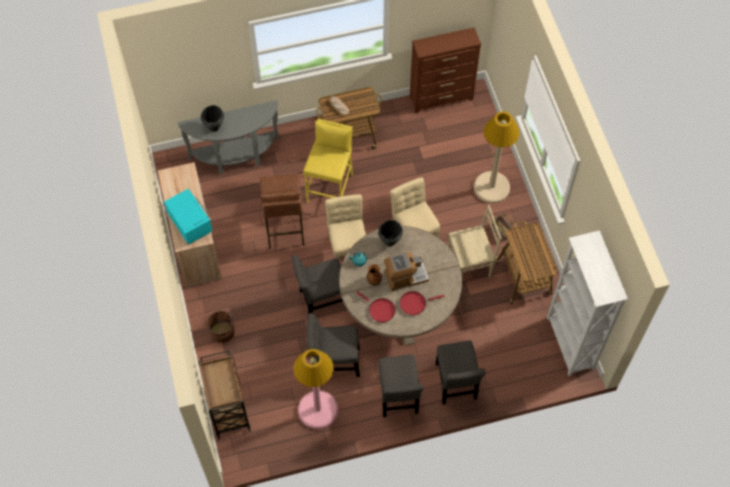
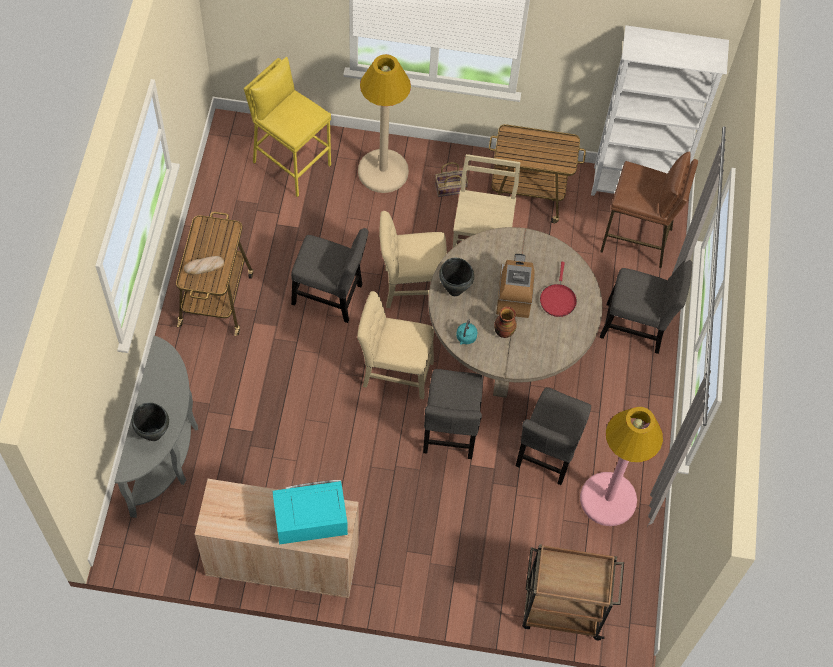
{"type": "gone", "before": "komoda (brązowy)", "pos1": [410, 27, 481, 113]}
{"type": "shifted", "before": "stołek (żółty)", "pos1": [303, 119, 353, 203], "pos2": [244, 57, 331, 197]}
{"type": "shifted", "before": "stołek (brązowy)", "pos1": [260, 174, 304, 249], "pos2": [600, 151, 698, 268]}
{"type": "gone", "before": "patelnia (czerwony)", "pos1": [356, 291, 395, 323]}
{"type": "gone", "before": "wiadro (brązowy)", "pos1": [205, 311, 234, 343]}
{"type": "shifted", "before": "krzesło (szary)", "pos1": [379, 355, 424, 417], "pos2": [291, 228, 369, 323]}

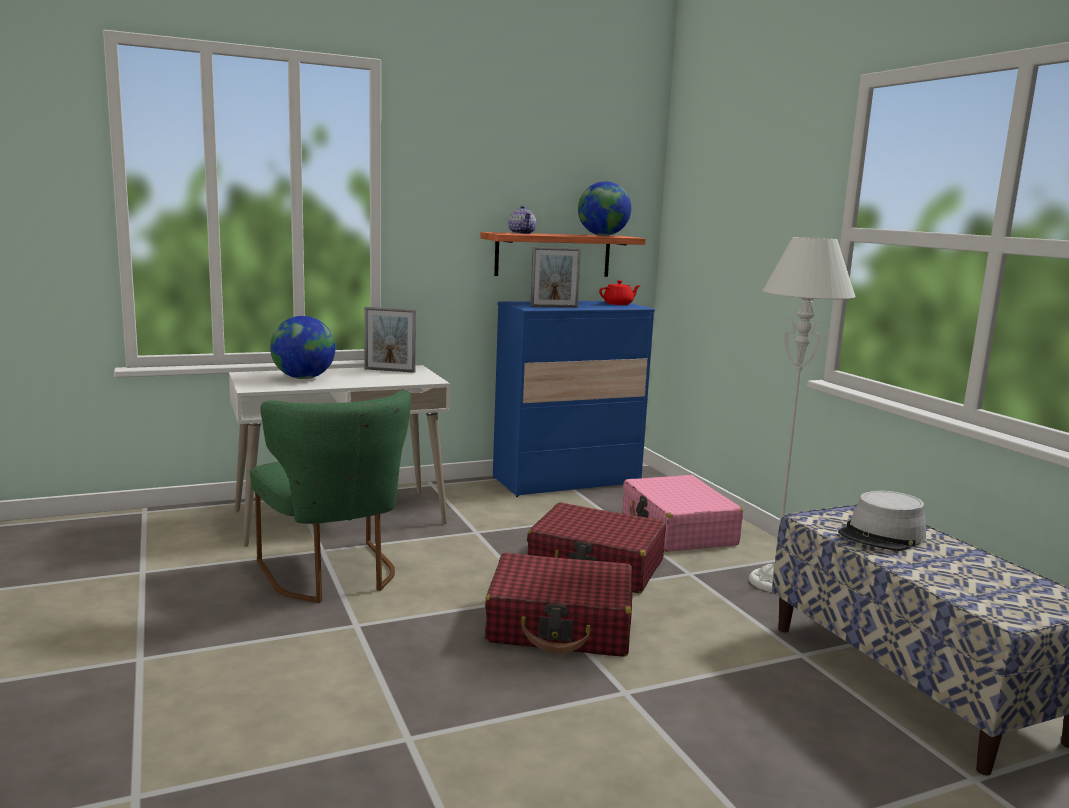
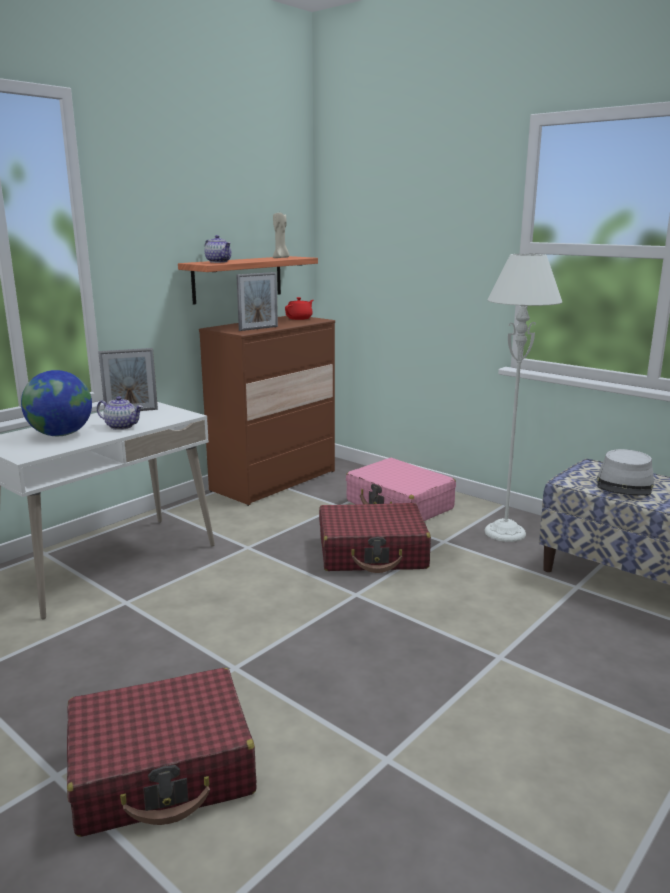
{"type": "swapped", "before": "globus", "after": "świeca (beżowy)", "pos1": [578, 181, 631, 236], "pos2": [273, 212, 289, 258]}
{"type": "repainted", "before": "komoda (niebieski)", "after": "komoda (brązowy)", "pos1": [493, 301, 655, 497], "pos2": [199, 316, 335, 506]}
{"type": "gone", "before": "krzesło (zielony)", "pos1": [250, 390, 411, 603]}
{"type": "shifted", "before": "walizka (czerwony)", "pos1": [485, 553, 632, 657], "pos2": [67, 668, 256, 837]}
{"type": "new", "after": "imbryk", "pos2": [97, 396, 143, 430]}

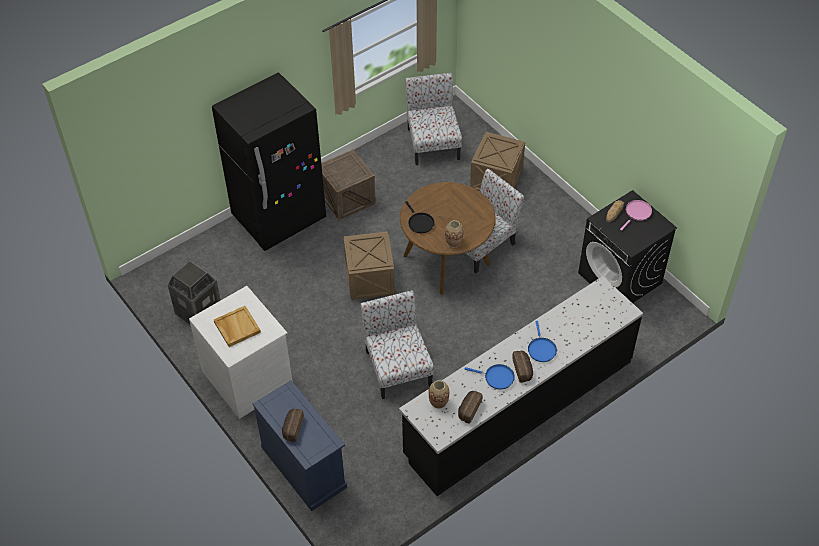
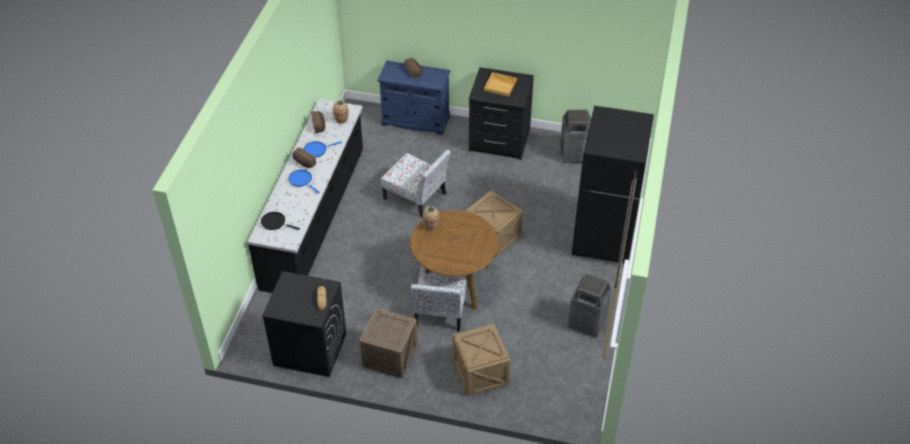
{"type": "gone", "before": "krzesło", "pos1": [405, 73, 462, 165]}
{"type": "shifted", "before": "skrzynka", "pos1": [321, 149, 376, 221], "pos2": [359, 308, 418, 378]}
{"type": "gone", "before": "patelnia (różowy)", "pos1": [620, 200, 652, 231]}
{"type": "shifted", "before": "patelnia (czarny)", "pos1": [405, 201, 435, 233], "pos2": [261, 212, 300, 230]}
{"type": "repainted", "before": "komoda (biały)", "after": "komoda (czarny)", "pos1": [189, 286, 293, 419], "pos2": [468, 67, 534, 160]}
{"type": "new", "after": "kosz na śmieci", "pos2": [568, 273, 612, 338]}

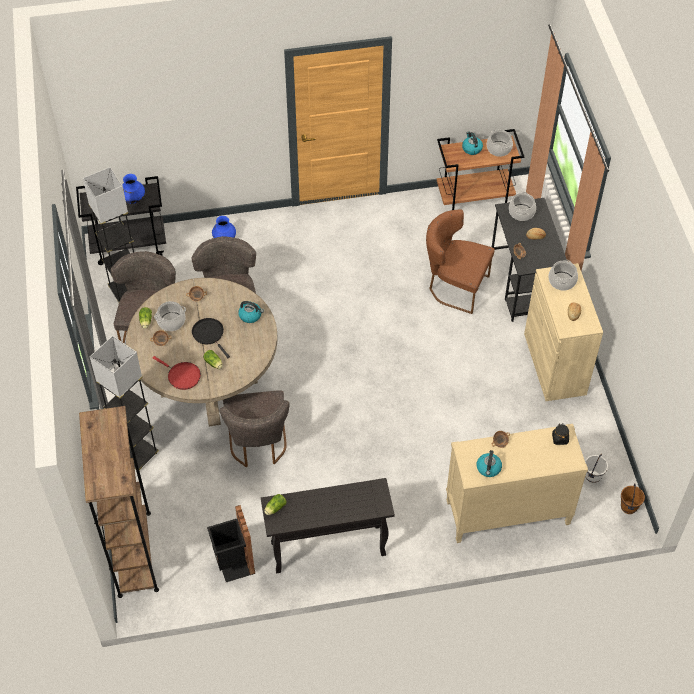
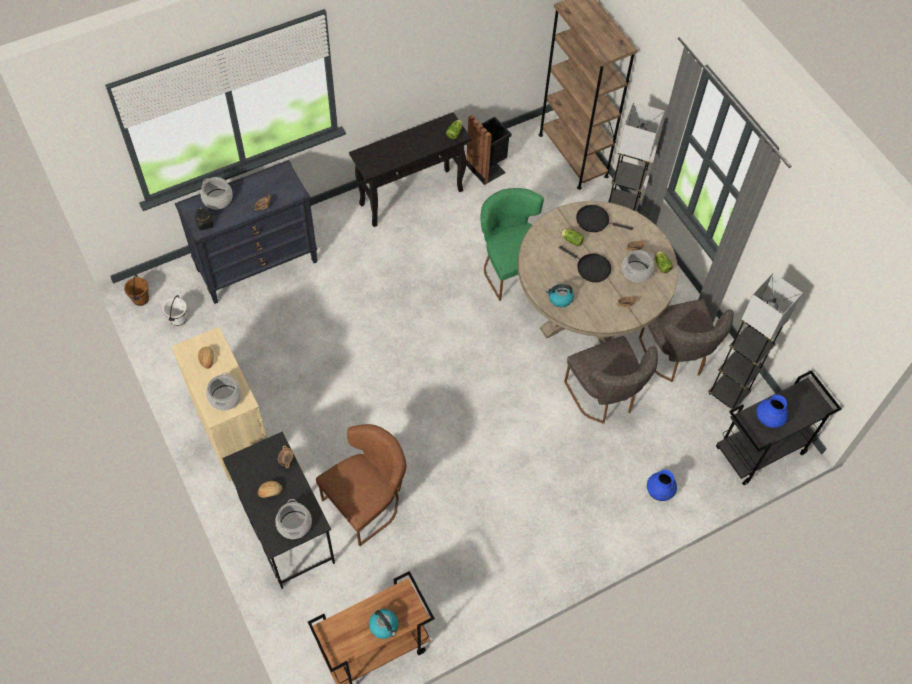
{"type": "shifted", "before": "garnek", "pos1": [487, 130, 513, 157], "pos2": [201, 177, 233, 209]}
{"type": "rotated", "before": "krzesło (brązowy)", "pos1": [426, 209, 495, 314], "pos2": [316, 424, 406, 546], "turn": -45}
{"type": "repainted", "before": "patelnia (czerwony)", "after": "patelnia (czarny)", "pos1": [152, 356, 201, 390], "pos2": [576, 205, 633, 232]}
{"type": "repainted", "before": "krzesło (szary)", "after": "krzesło (zielony)", "pos1": [219, 391, 290, 467], "pos2": [481, 188, 544, 301]}
{"type": "repainted", "before": "komoda (beżowy)", "after": "komoda (czarny)", "pos1": [446, 424, 588, 543], "pos2": [175, 160, 317, 304]}
{"type": "gone", "before": "czajnik", "pos1": [477, 450, 502, 477]}

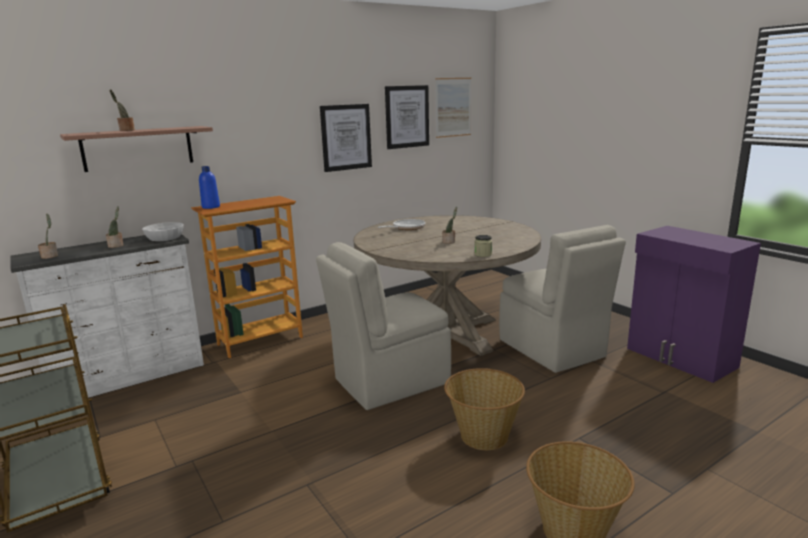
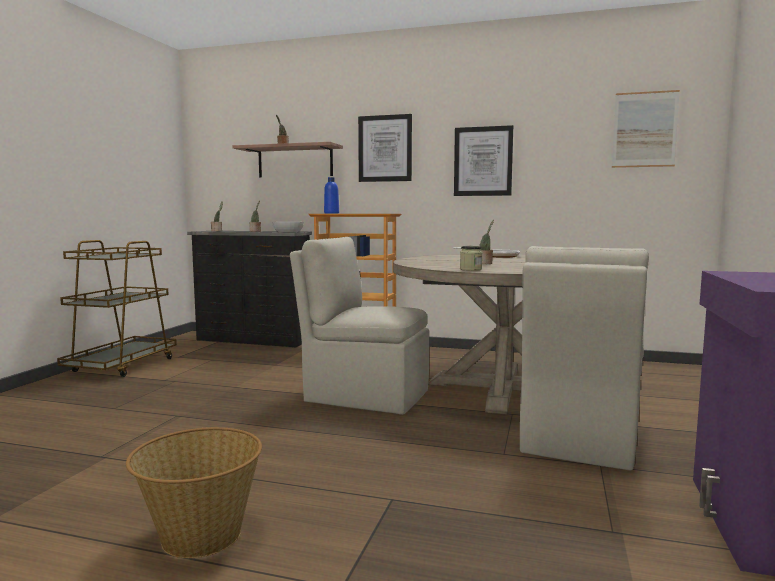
{"type": "shifted", "before": "obraz", "pos1": [385, 85, 429, 149], "pos2": [358, 114, 412, 182]}
{"type": "repainted", "before": "komoda (biały)", "after": "komoda (czarny)", "pos1": [10, 234, 204, 398], "pos2": [187, 231, 312, 347]}
{"type": "gone", "before": "koszyk", "pos1": [444, 368, 525, 450]}

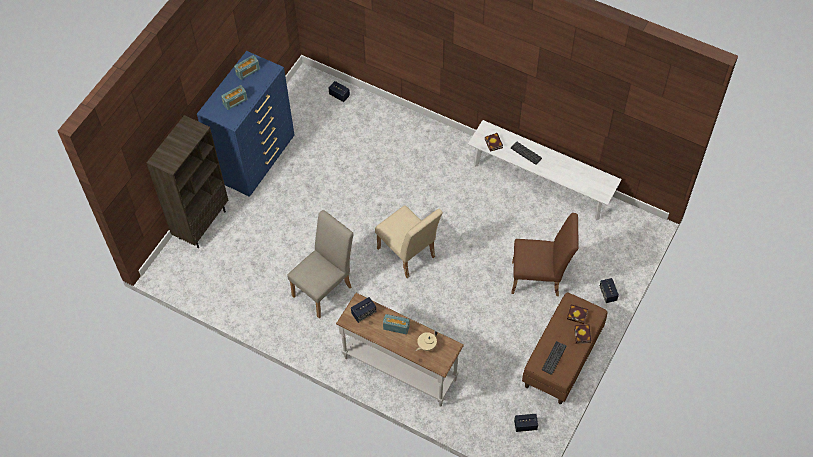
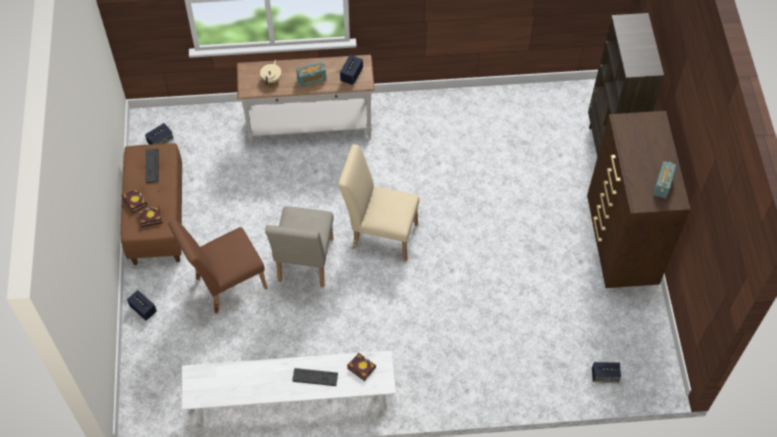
{"type": "repainted", "before": "komoda (niebieski)", "after": "komoda (brązowy)", "pos1": [197, 51, 294, 197], "pos2": [587, 111, 691, 288]}
{"type": "gone", "before": "radio", "pos1": [221, 85, 247, 110]}
{"type": "shifted", "before": "krzesło (beżowy)", "pos1": [287, 210, 353, 318], "pos2": [265, 206, 334, 287]}

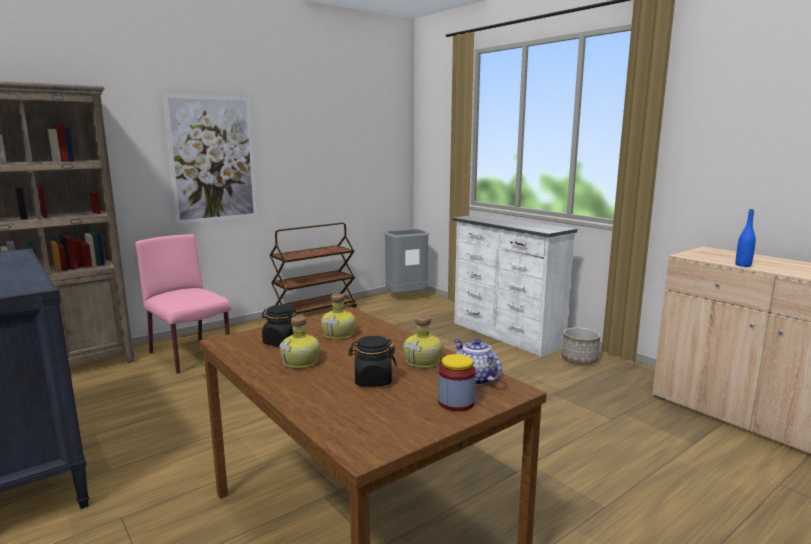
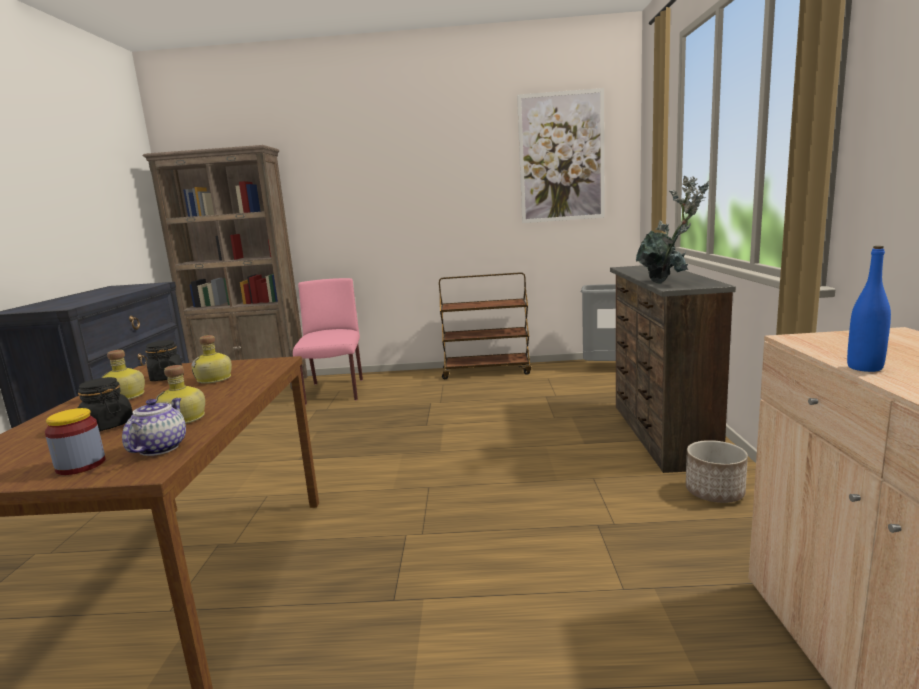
{"type": "shifted", "before": "obraz", "pos1": [163, 94, 257, 224], "pos2": [517, 88, 605, 223]}
{"type": "repainted", "before": "komoda (biały)", "after": "komoda (brązowy)", "pos1": [452, 214, 577, 356], "pos2": [610, 265, 736, 473]}
{"type": "new", "after": "roślina doniczkowa", "pos2": [636, 176, 709, 284]}

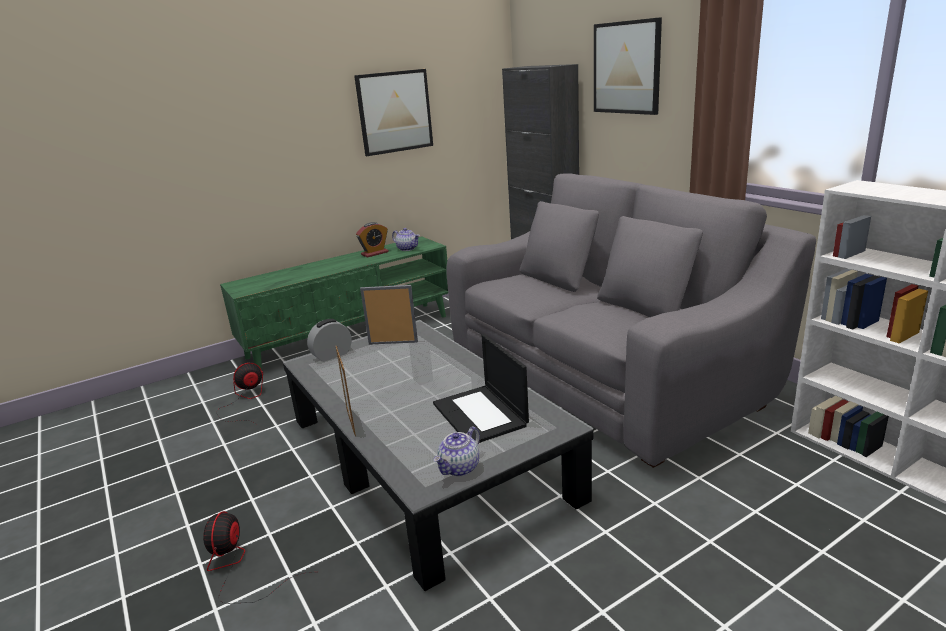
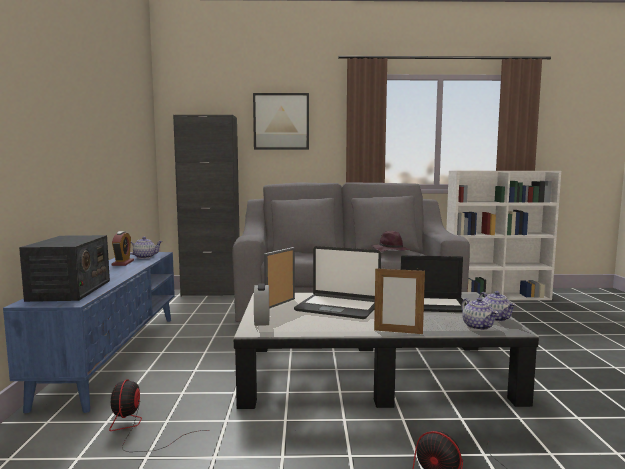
{"type": "gone", "before": "obraz", "pos1": [354, 69, 433, 156]}
{"type": "repainted", "before": "szafka pod telewizor (zielony)", "after": "szafka pod telewizor (niebieski)", "pos1": [220, 236, 448, 370], "pos2": [3, 252, 175, 413]}
{"type": "new", "after": "kapelusz (fioletowy)", "pos2": [372, 231, 411, 252]}
{"type": "new", "after": "radio", "pos2": [19, 235, 110, 302]}
{"type": "new", "after": "laptop", "pos2": [294, 246, 381, 319]}
{"type": "new", "after": "imbryk", "pos2": [461, 298, 498, 330]}

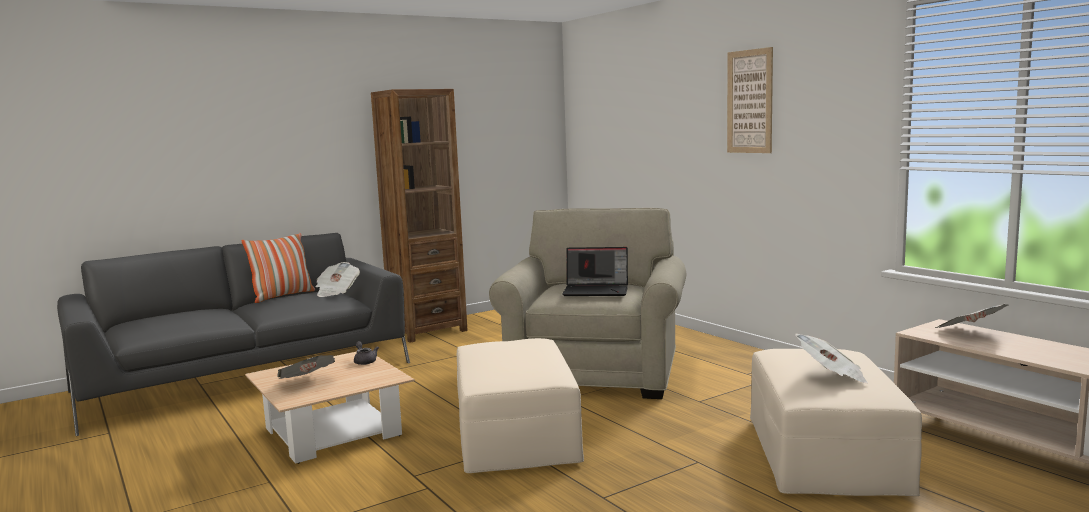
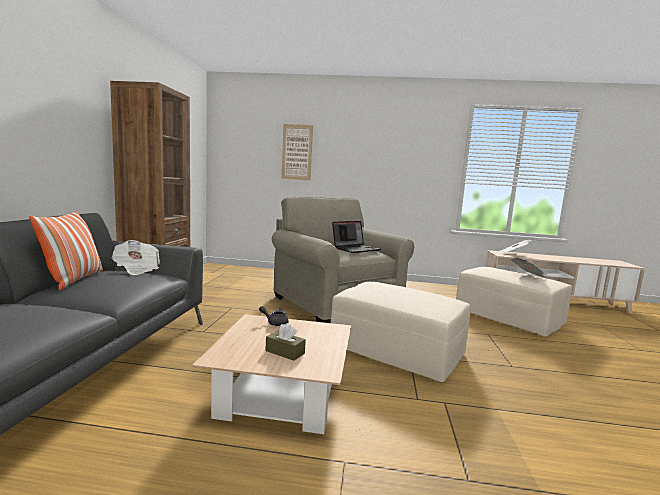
{"type": "shifted", "before": "obraz", "pos1": [727, 47, 773, 153], "pos2": [281, 124, 313, 180]}
{"type": "swapped", "before": "gazeta", "after": "pudełko chusteczek (brązowy)", "pos1": [277, 355, 335, 379], "pos2": [265, 323, 306, 361]}

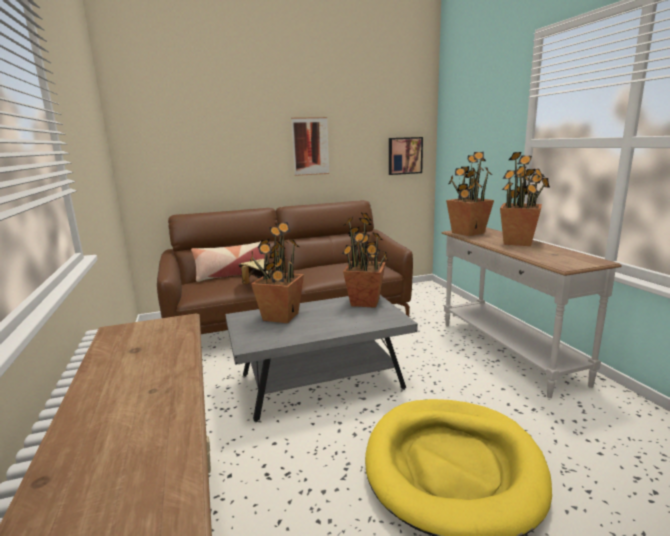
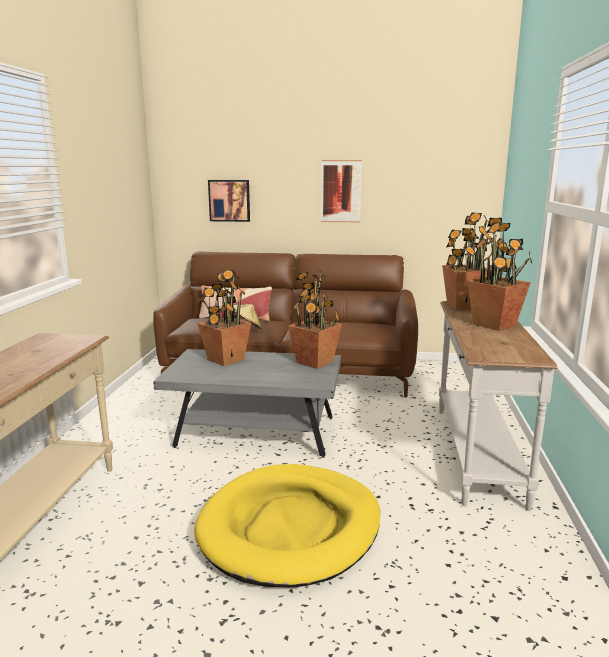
{"type": "shifted", "before": "obraz", "pos1": [389, 137, 423, 175], "pos2": [208, 180, 250, 222]}

